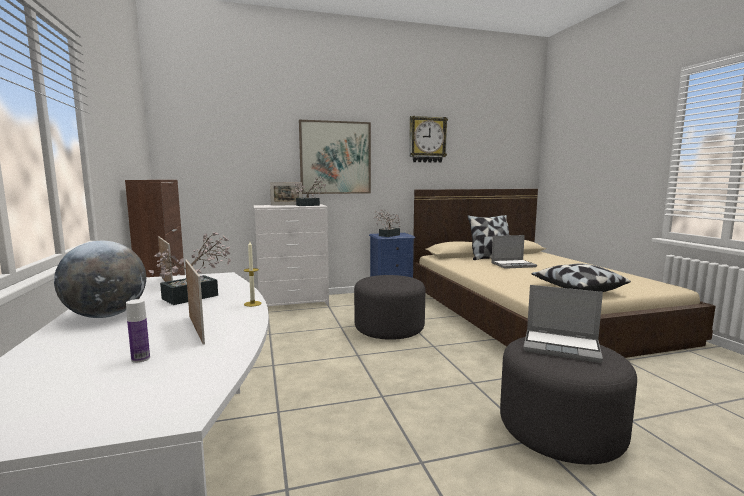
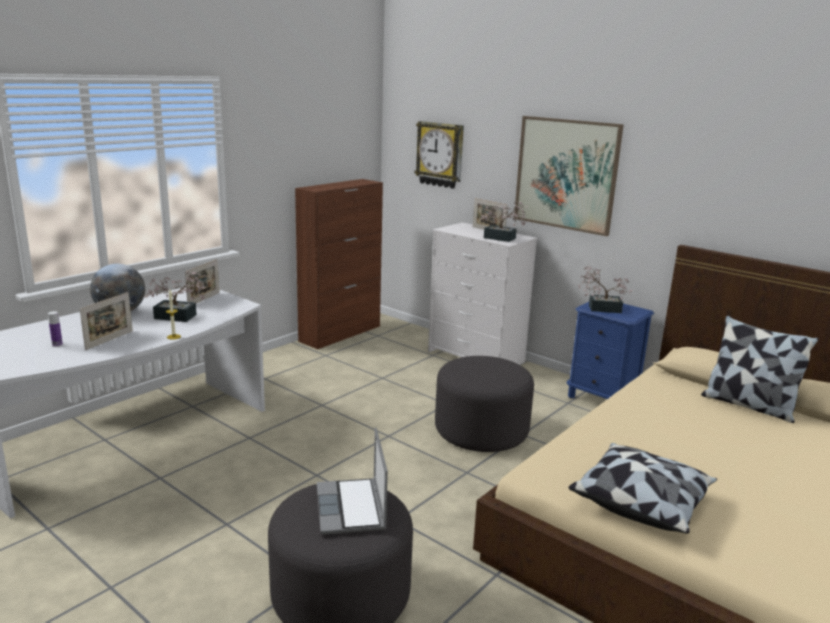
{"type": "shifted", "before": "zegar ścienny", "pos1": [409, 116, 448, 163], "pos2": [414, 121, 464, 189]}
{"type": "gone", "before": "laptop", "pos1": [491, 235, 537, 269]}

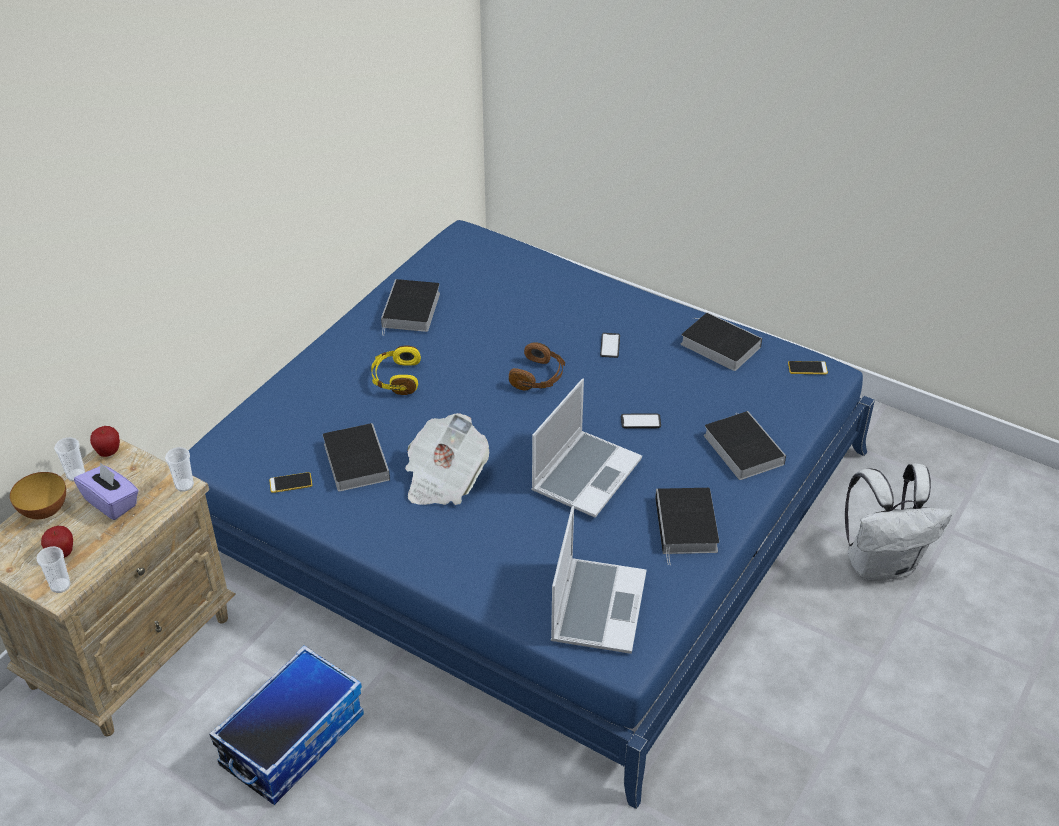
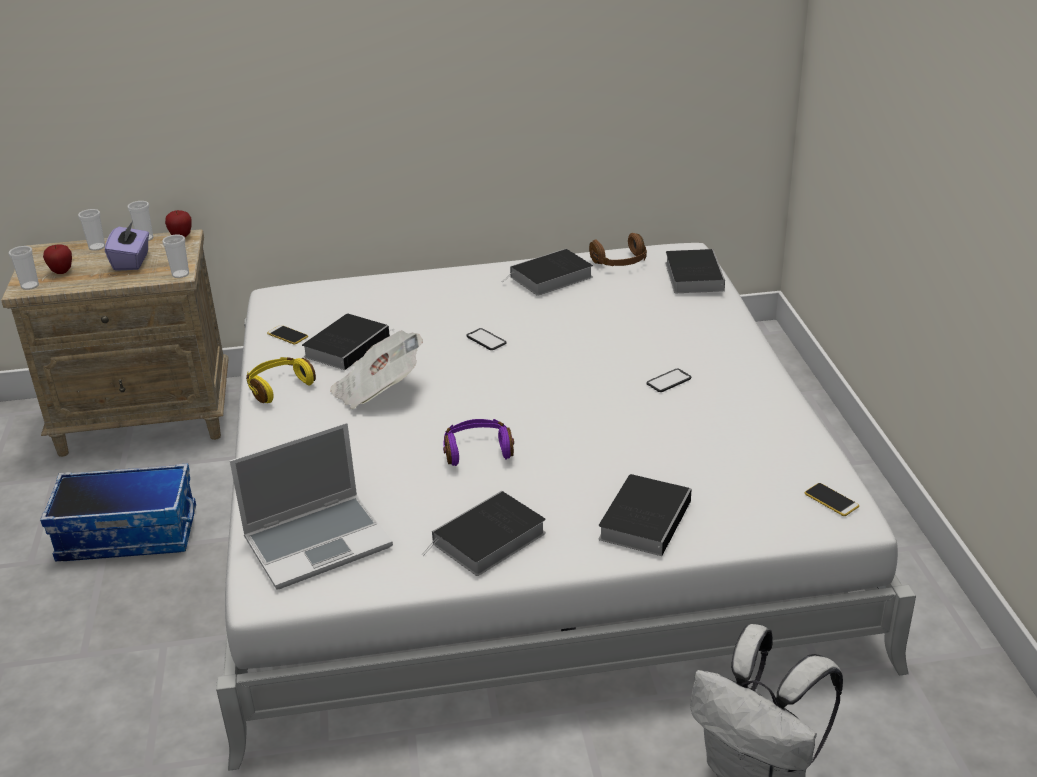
{"type": "repainted", "before": "łóżko (niebieski)", "after": "łóżko (biały)", "pos1": [188, 220, 875, 809], "pos2": [216, 243, 916, 771]}
{"type": "shifted", "before": "książka", "pos1": [681, 312, 762, 371], "pos2": [665, 249, 725, 293]}
{"type": "shifted", "before": "słuchawki (brązowy)", "pos1": [509, 342, 565, 391], "pos2": [589, 233, 647, 266]}
{"type": "shifted", "before": "słuchawki (żółty)", "pos1": [371, 345, 421, 395], "pos2": [246, 357, 316, 403]}
{"type": "swapped", "before": "laptop", "after": "słuchawki (fioletowy)", "pos1": [531, 379, 642, 518], "pos2": [443, 419, 514, 466]}
{"type": "shifted", "before": "telefon", "pos1": [621, 413, 661, 429], "pos2": [466, 328, 507, 350]}
{"type": "swapped", "before": "miska", "after": "filiżanka", "pos1": [10, 472, 66, 519], "pos2": [78, 209, 105, 251]}

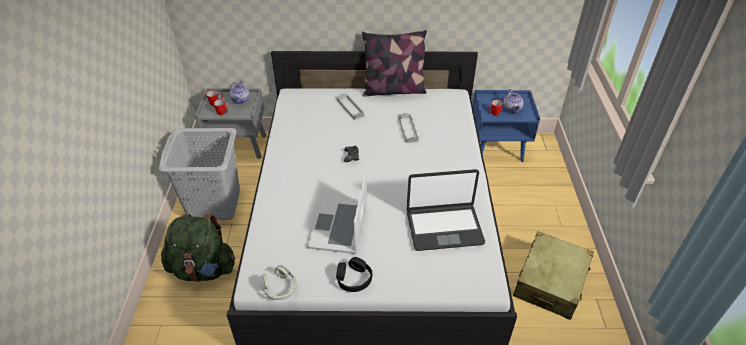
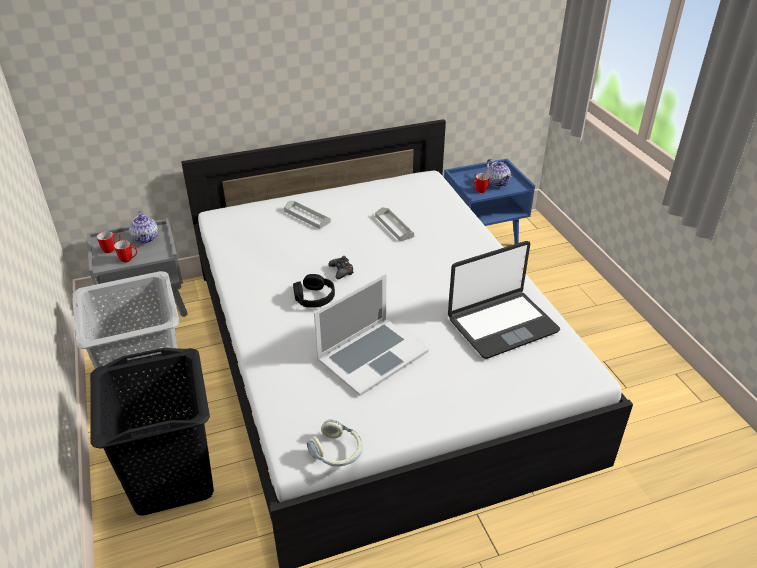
{"type": "gone", "before": "poduszka", "pos1": [362, 30, 427, 97]}
{"type": "rotated", "before": "laptop", "pos1": [307, 172, 367, 254], "pos2": [314, 274, 429, 396], "turn": -120}
{"type": "swapped", "before": "plecak (zielony)", "after": "kosz na pranie (czarny)", "pos1": [161, 214, 235, 282], "pos2": [90, 348, 214, 516]}
{"type": "gone", "before": "walizka (beżowy)", "pos1": [513, 231, 594, 320]}
{"type": "shifted", "before": "słuchawki (czarny)", "pos1": [336, 257, 373, 292], "pos2": [293, 274, 335, 308]}

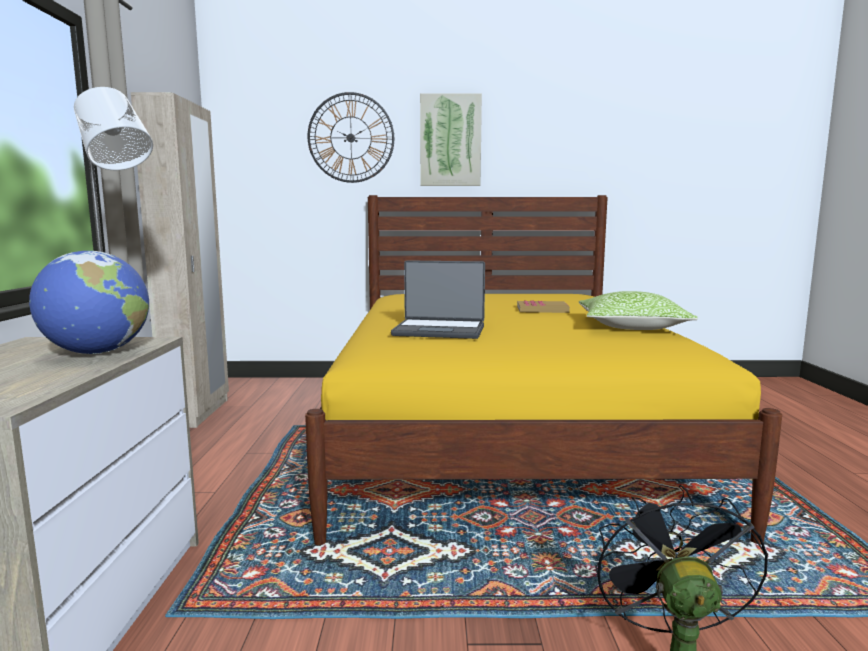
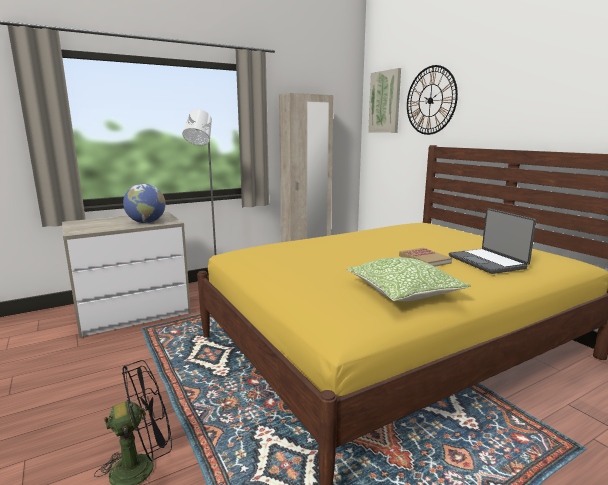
{"type": "shifted", "before": "obraz", "pos1": [420, 93, 482, 186], "pos2": [368, 68, 401, 133]}
{"type": "shifted", "before": "laptop", "pos1": [391, 260, 485, 339], "pos2": [449, 208, 536, 274]}

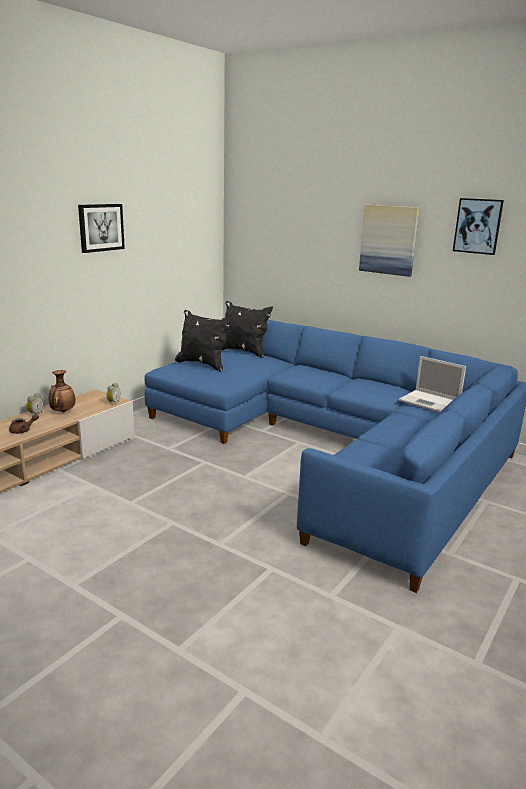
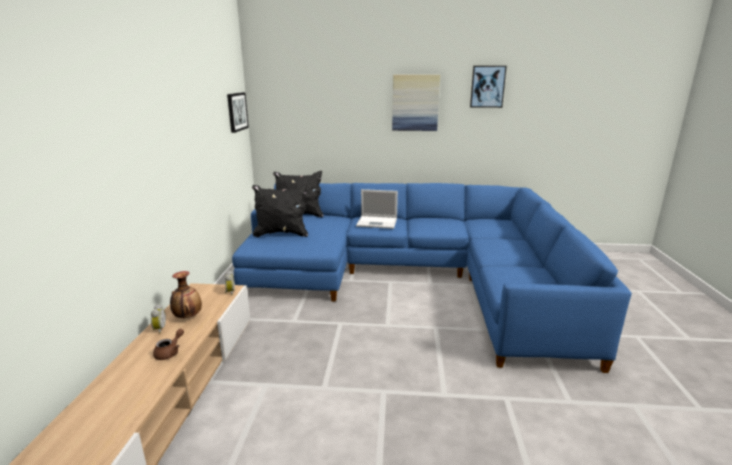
{"type": "shifted", "before": "obraz", "pos1": [78, 204, 125, 253], "pos2": [227, 92, 249, 133]}
{"type": "shifted", "before": "laptop", "pos1": [399, 356, 466, 412], "pos2": [356, 189, 398, 229]}

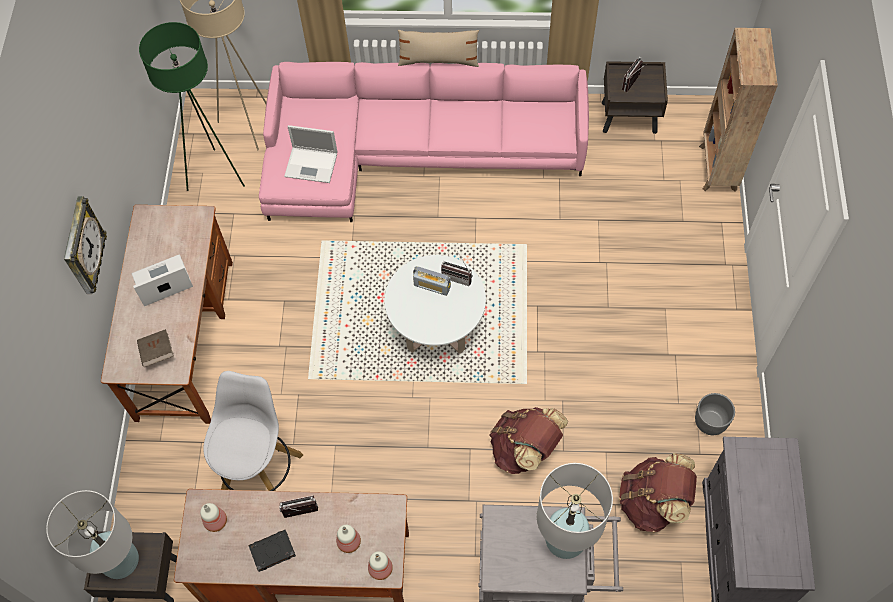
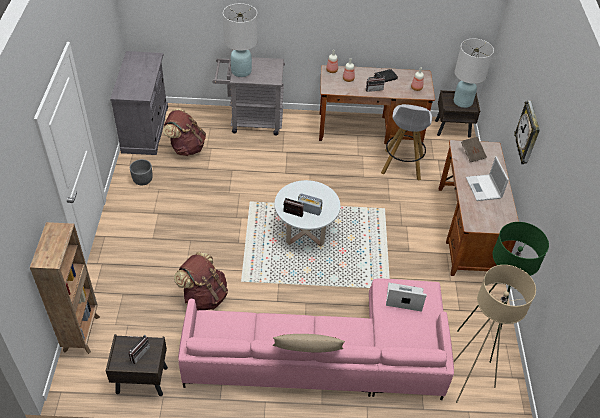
{"type": "rotated", "before": "laptop", "pos1": [131, 254, 193, 306], "pos2": [466, 156, 509, 201], "turn": 105}
{"type": "shifted", "before": "plecak (brązowy)", "pos1": [490, 407, 568, 474], "pos2": [174, 252, 228, 311]}

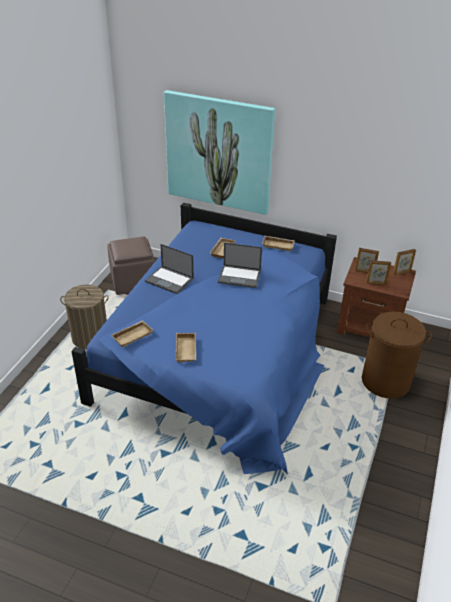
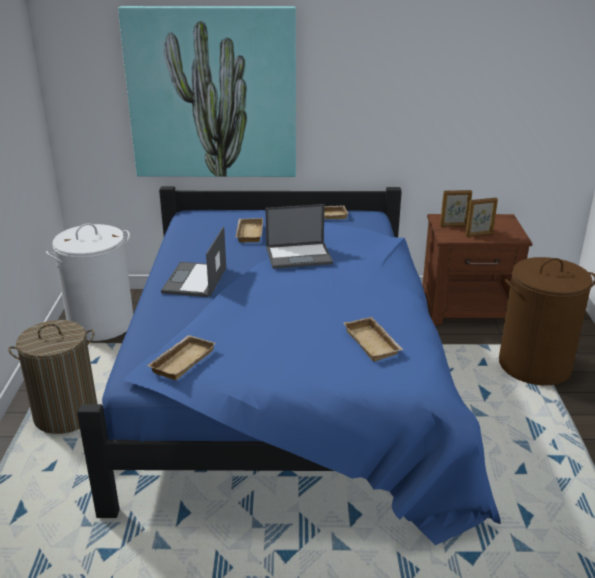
{"type": "swapped", "before": "pufa (brązowy)", "after": "kosz na pranie (biały)", "pos1": [107, 236, 155, 295], "pos2": [46, 223, 133, 341]}
{"type": "rotated", "before": "laptop", "pos1": [145, 244, 194, 294], "pos2": [161, 226, 226, 297], "turn": 90}
{"type": "gone", "before": "ramka na zdjęcie", "pos1": [393, 249, 416, 275]}
{"type": "shifted", "before": "taca (beżowy)", "pos1": [176, 333, 196, 363], "pos2": [344, 317, 403, 362]}

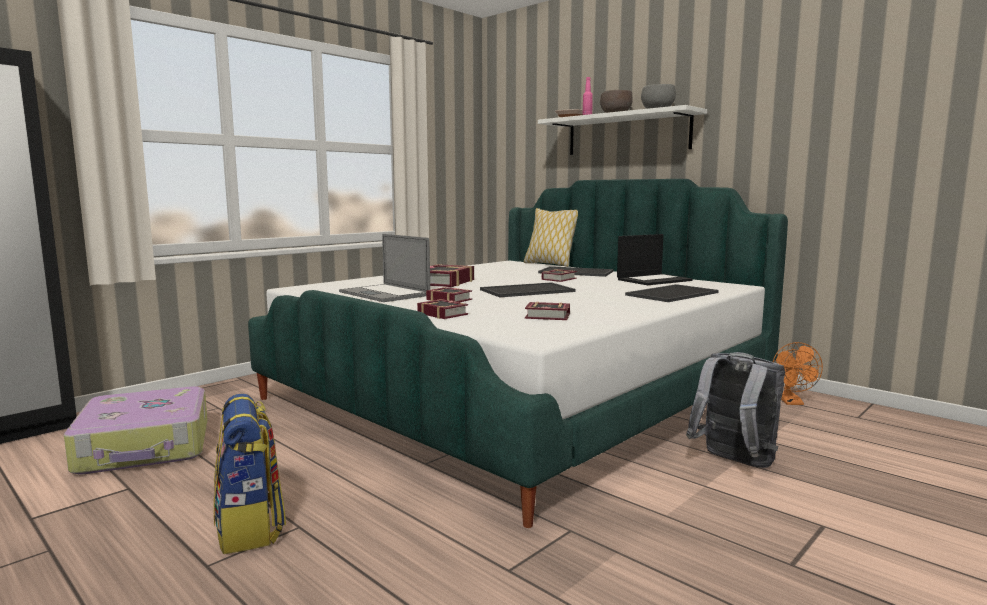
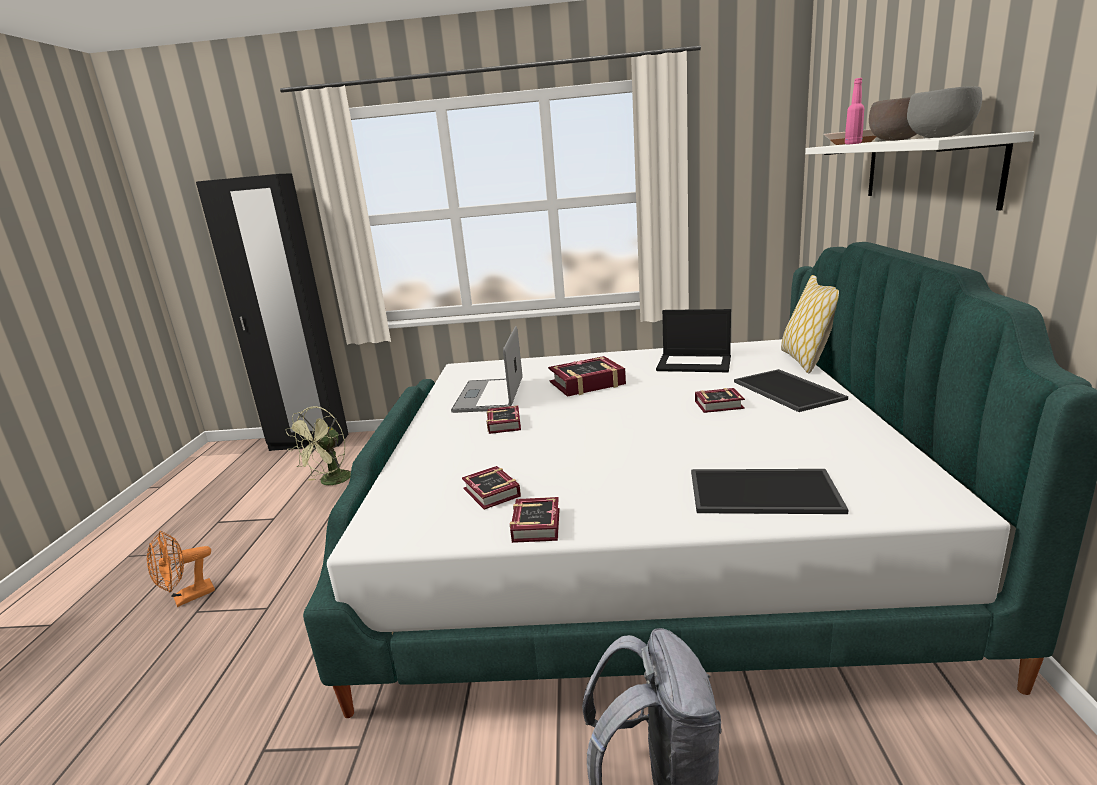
{"type": "shifted", "before": "laptop", "pos1": [617, 234, 692, 285], "pos2": [656, 309, 731, 372]}
{"type": "gone", "before": "taca", "pos1": [480, 282, 576, 297]}
{"type": "shifted", "before": "książka", "pos1": [417, 299, 468, 319], "pos2": [510, 497, 560, 543]}
{"type": "shifted", "before": "wentylator (pomarańczowy)", "pos1": [773, 342, 823, 405], "pos2": [147, 531, 215, 607]}
{"type": "swapped", "before": "walizka", "after": "wentylator (zielony)", "pos1": [64, 386, 208, 475], "pos2": [286, 406, 351, 485]}
{"type": "gone", "before": "plecak", "pos1": [214, 394, 286, 554]}

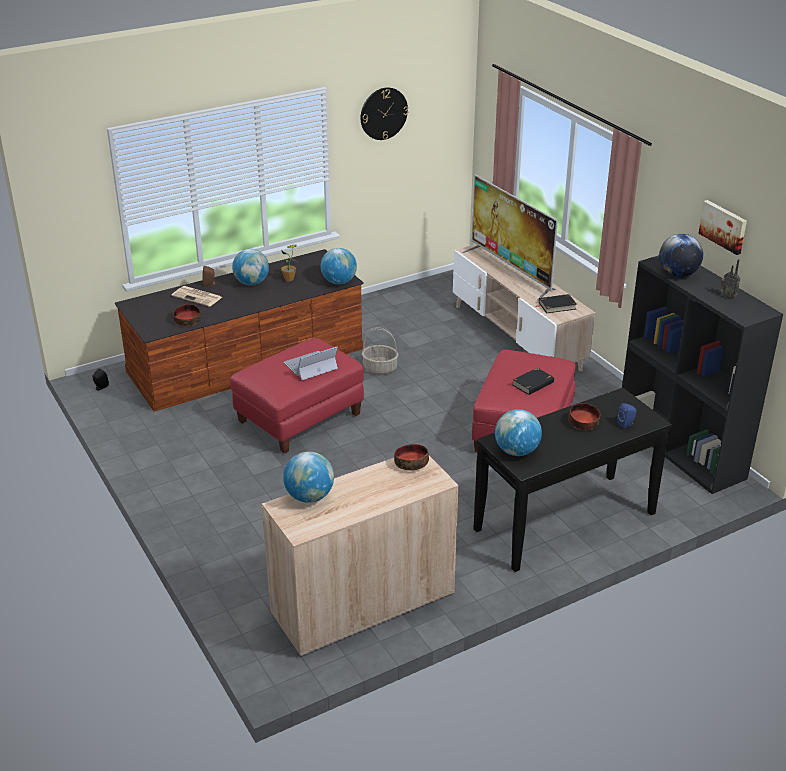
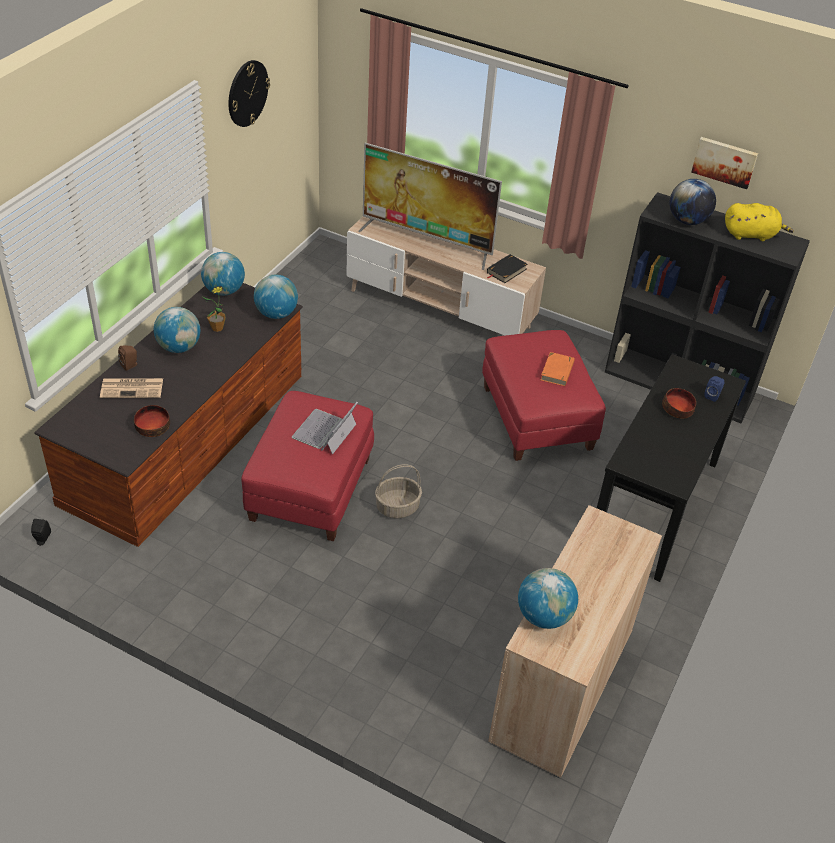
{"type": "swapped", "before": "radio", "after": "pluszak (żółty)", "pos1": [721, 259, 740, 299], "pos2": [725, 203, 794, 241]}
{"type": "shifted", "before": "koszyk", "pos1": [362, 327, 398, 375], "pos2": [375, 464, 422, 519]}
{"type": "repainted", "before": "książka (czarny)", "after": "książka (pomarańczowy)", "pos1": [513, 368, 555, 395], "pos2": [541, 352, 575, 386]}
{"type": "shifted", "before": "globus", "pos1": [495, 409, 542, 456], "pos2": [201, 252, 245, 296]}
{"type": "gone", "before": "miska", "pos1": [394, 444, 429, 470]}

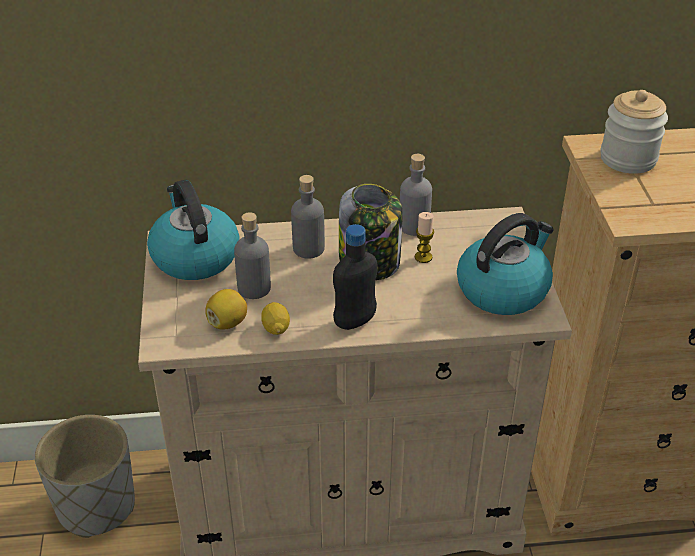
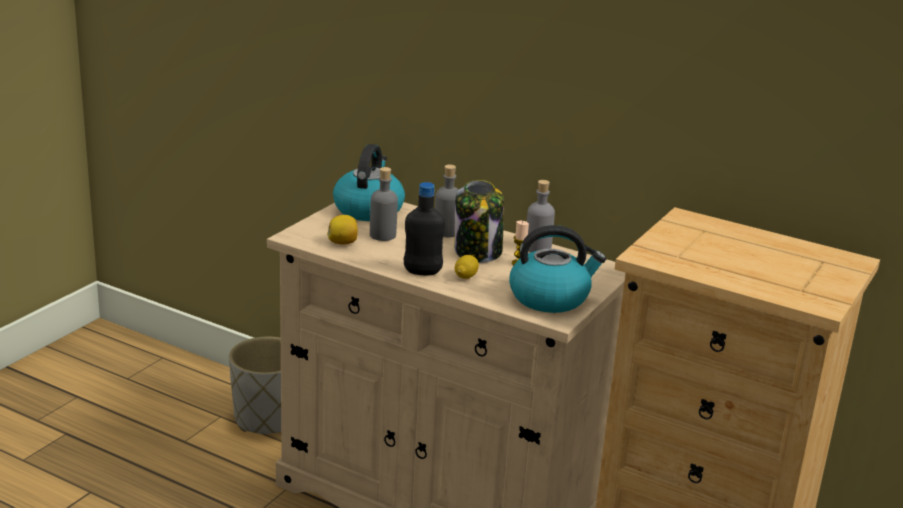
{"type": "gone", "before": "słoik", "pos1": [600, 90, 668, 174]}
{"type": "shifted", "before": "cytryna", "pos1": [261, 302, 290, 335], "pos2": [455, 255, 479, 279]}

